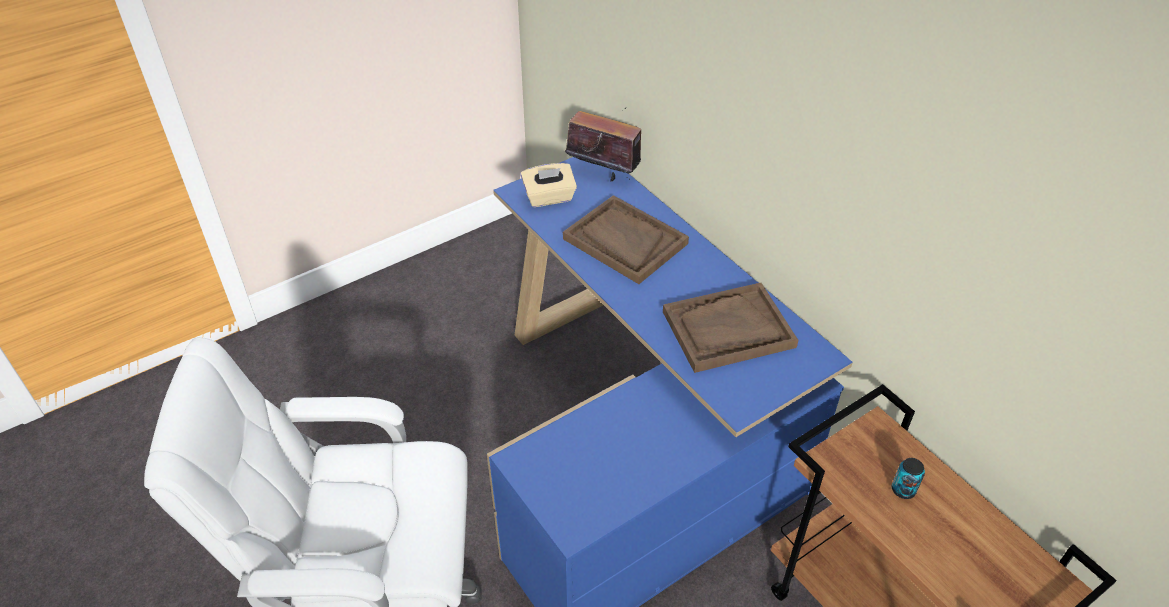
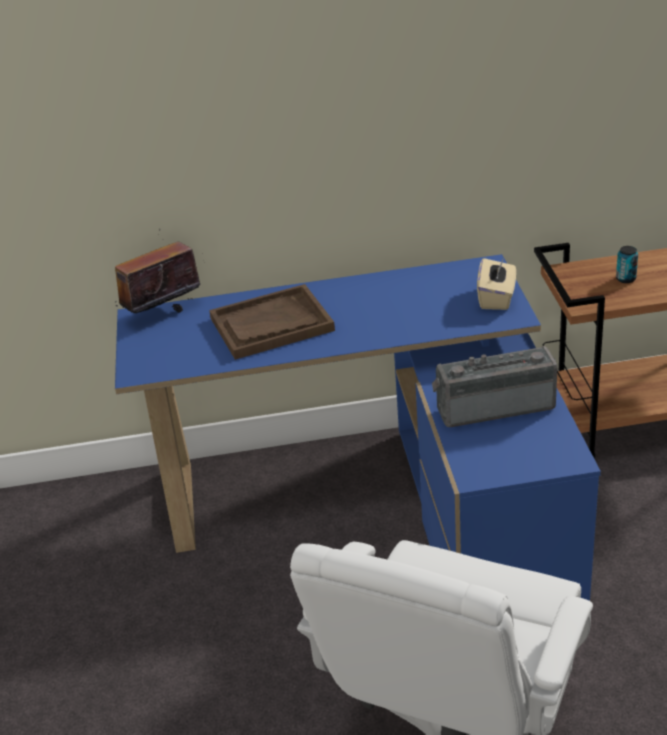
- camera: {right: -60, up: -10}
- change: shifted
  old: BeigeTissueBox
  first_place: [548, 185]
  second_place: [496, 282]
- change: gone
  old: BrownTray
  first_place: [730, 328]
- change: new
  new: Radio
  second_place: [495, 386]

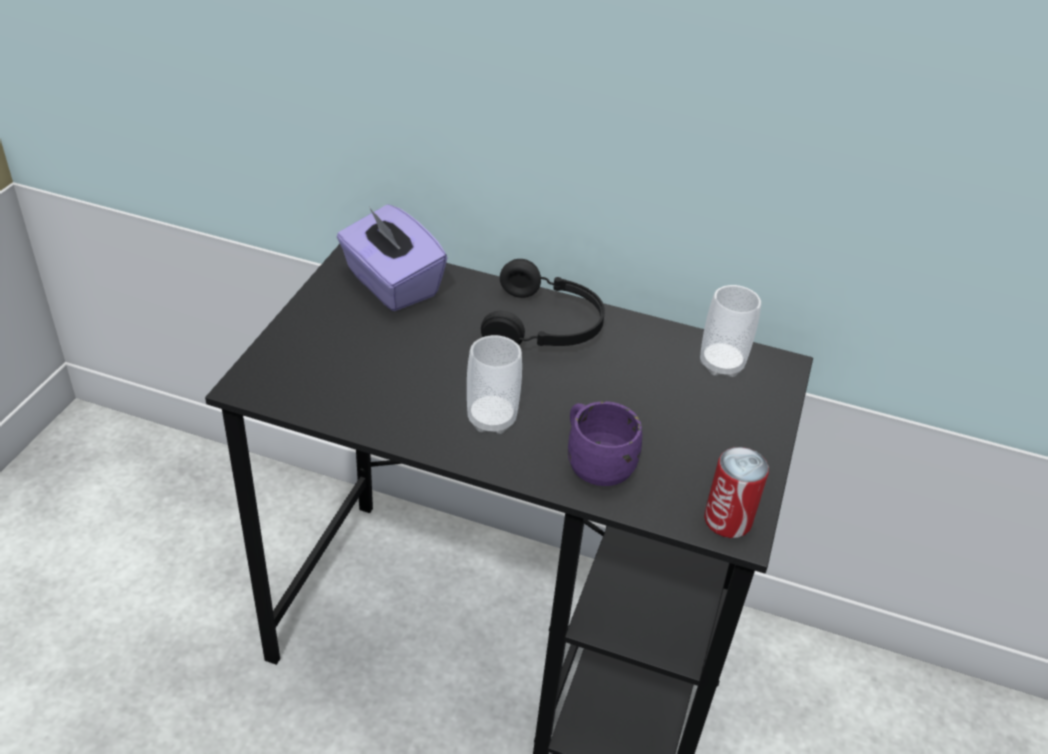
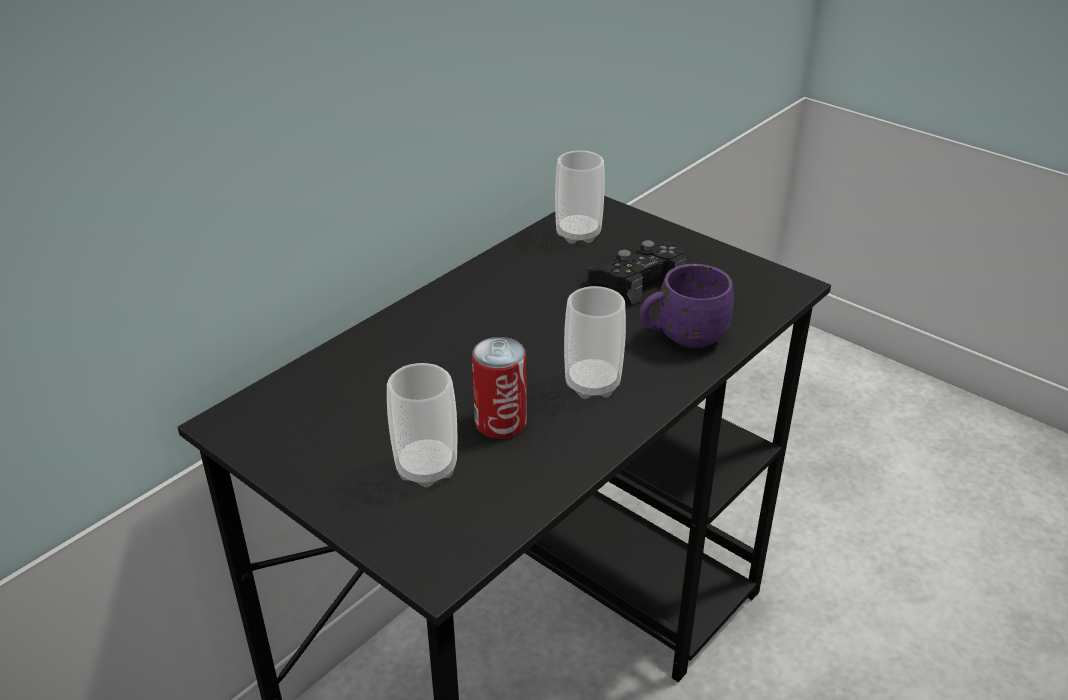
- camera: {right: -65, up: -5}
- change: gone
  old: PurpleTissueBox
  first_place: [392, 257]
- change: gone
  old: BlackHeadphones
  first_place: [543, 302]
- change: shifted
  old: Can
  first_place: [736, 492]
  second_place: [499, 388]
- change: new
  new: Cup
  second_place: [422, 425]
- change: new
  new: BlackGameController
  second_place: [637, 272]

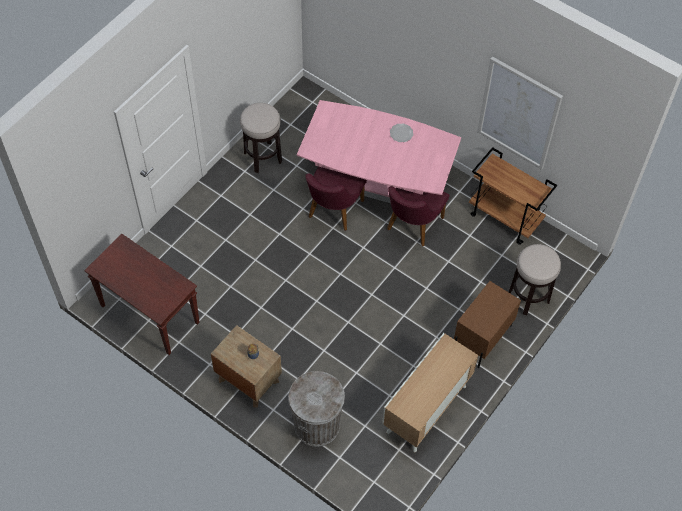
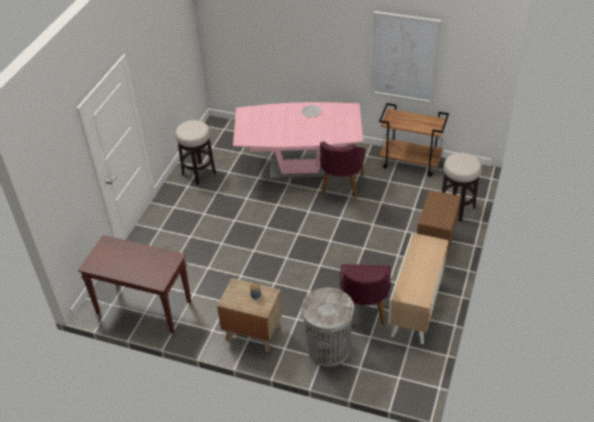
- camera: {right: -15, up: -15}
- change: shifted
  old: PurpleChair
  first_place: [336, 199]
  second_place: [365, 294]

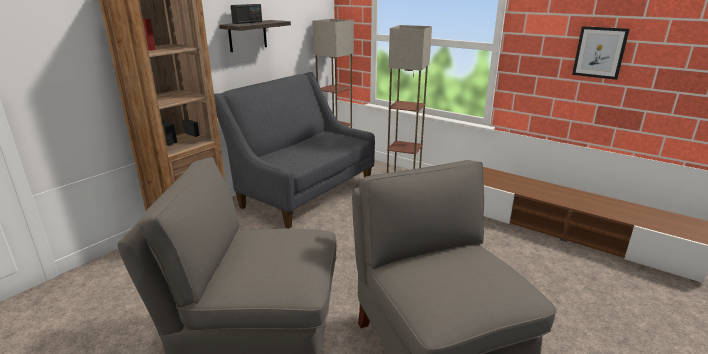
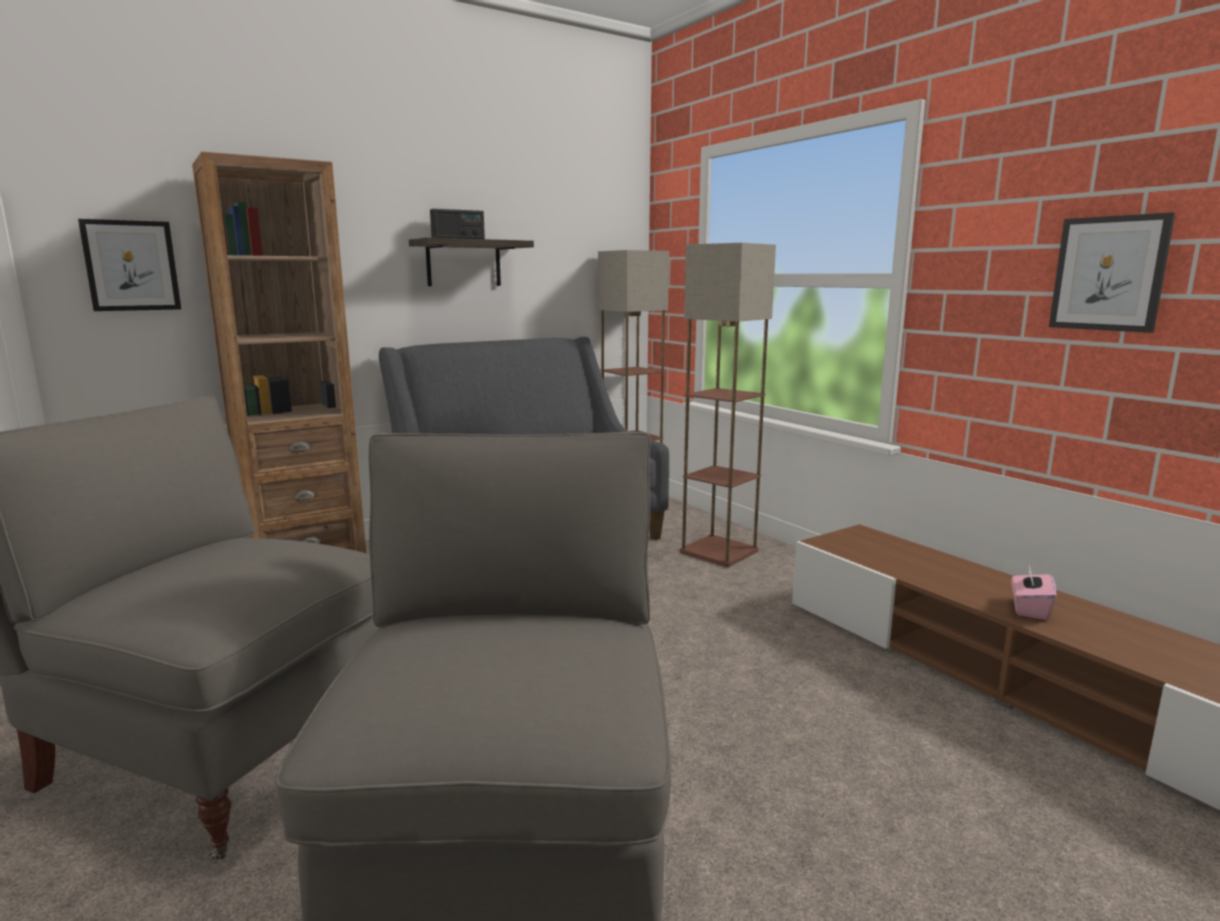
- camera: {right: 20, up: -10}
- change: new
  new: Picture
  second_place: [129, 265]
- change: new
  new: PinkTissueBox
  second_place: [1033, 592]

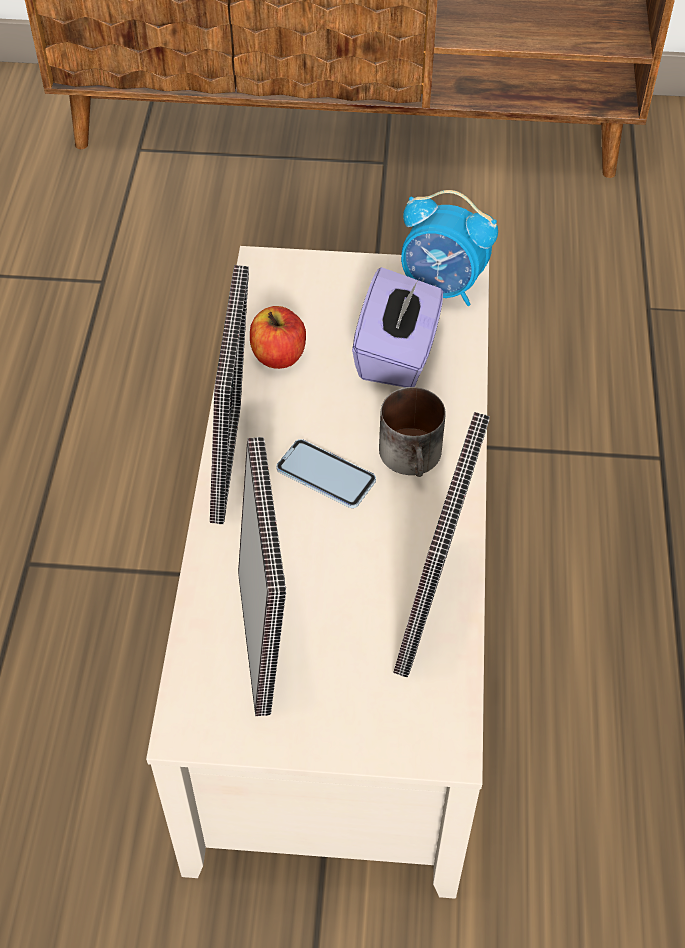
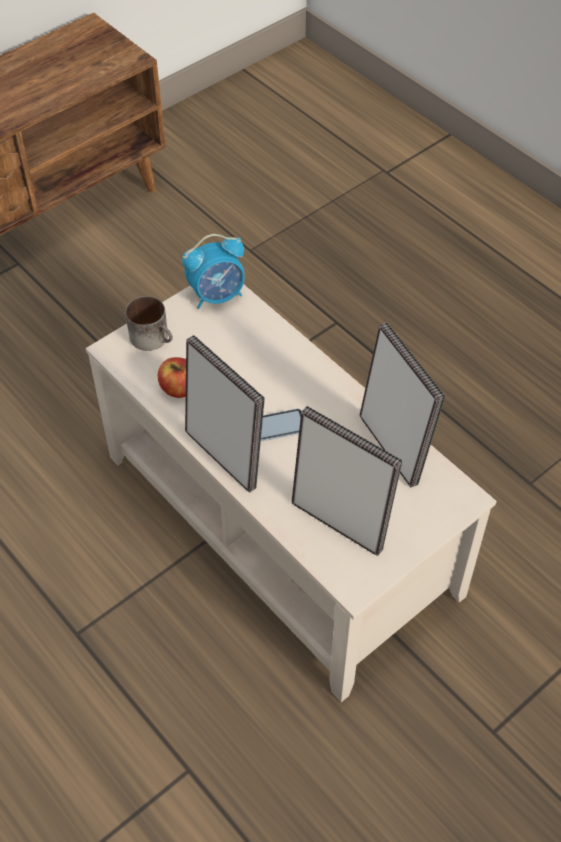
- camera: {right: -45, up: 0}
- change: gone
  old: PurpleTissueBox
  first_place: [397, 327]
- change: shifted
  old: Mug
  first_place: [412, 432]
  second_place: [149, 323]

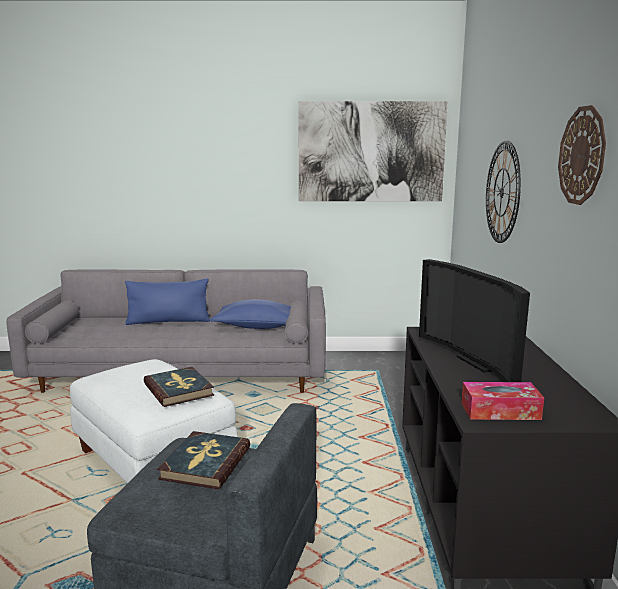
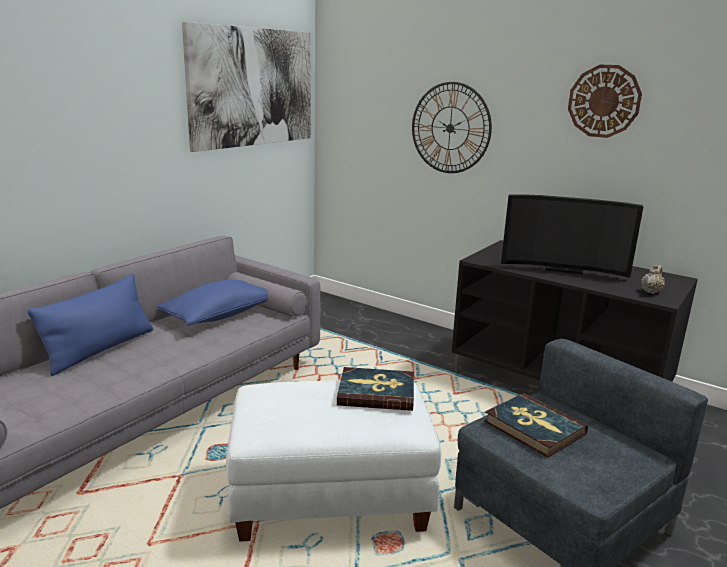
- camera: {right: -55, up: 5}
- change: swapped
  old: TissueBox
  new: BeigeTeapot
  first_place: [502, 401]
  second_place: [653, 279]

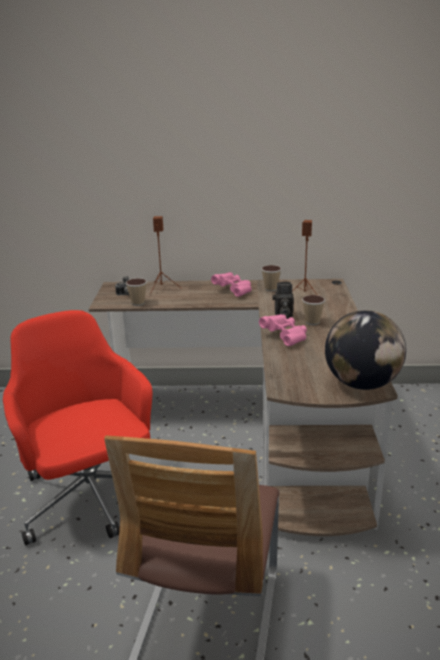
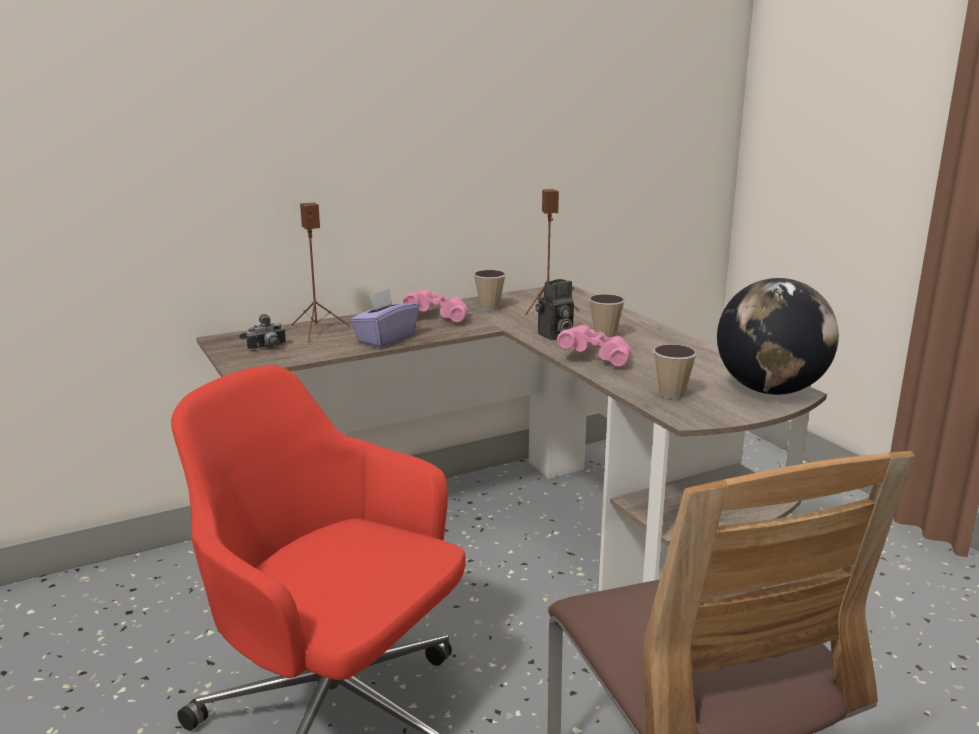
- camera: {right: -30, up: -5}
- change: shifted
  old: Cup
  first_place: [136, 292]
  second_place: [675, 371]
- change: new
  new: PurpleTissueBox
  second_place: [384, 318]

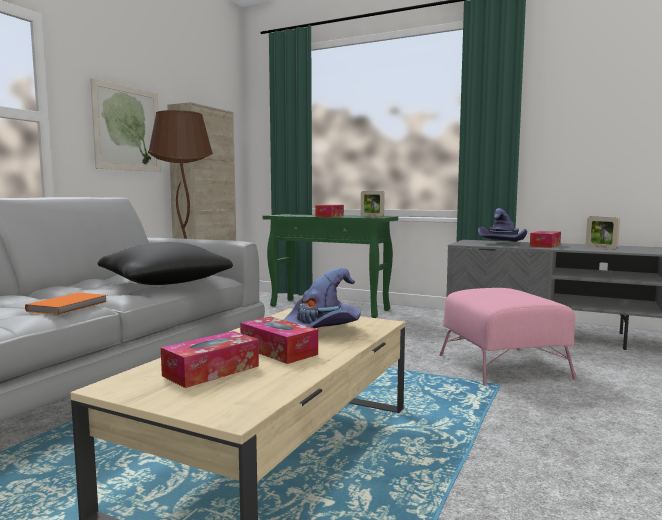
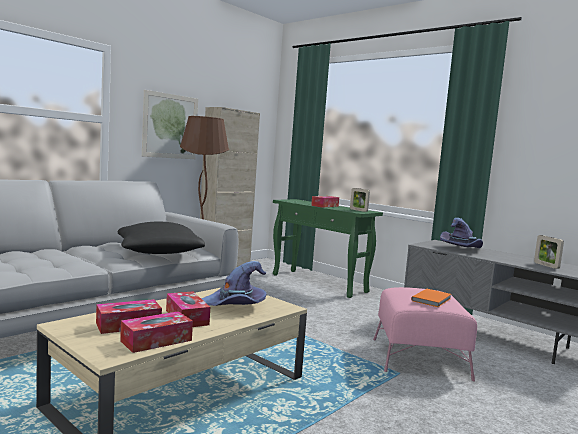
- camera: {right: 15, up: 0}
- change: shifted
  old: OrangeBook
  first_place: [66, 304]
  second_place: [431, 298]
- change: shifted
  old: TissueBox
  first_place: [545, 239]
  second_place: [156, 332]

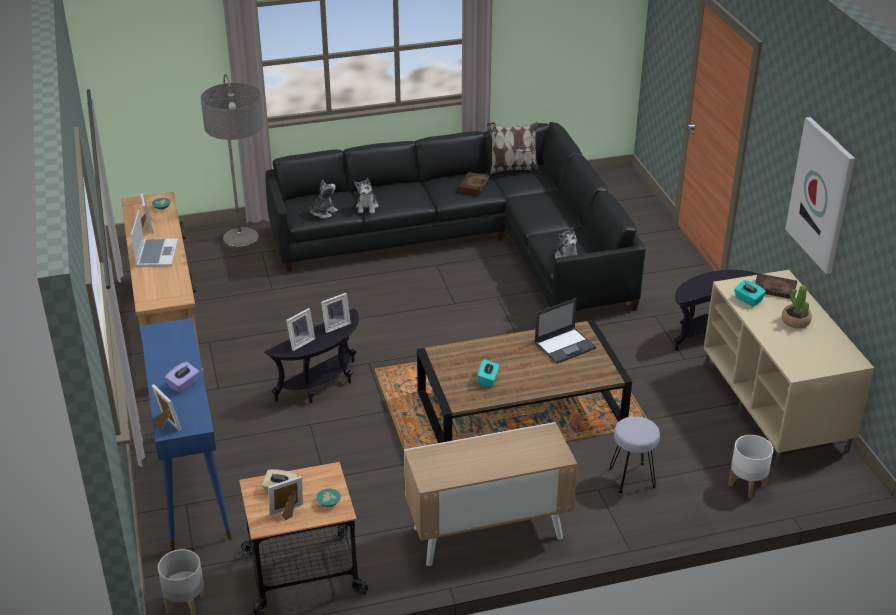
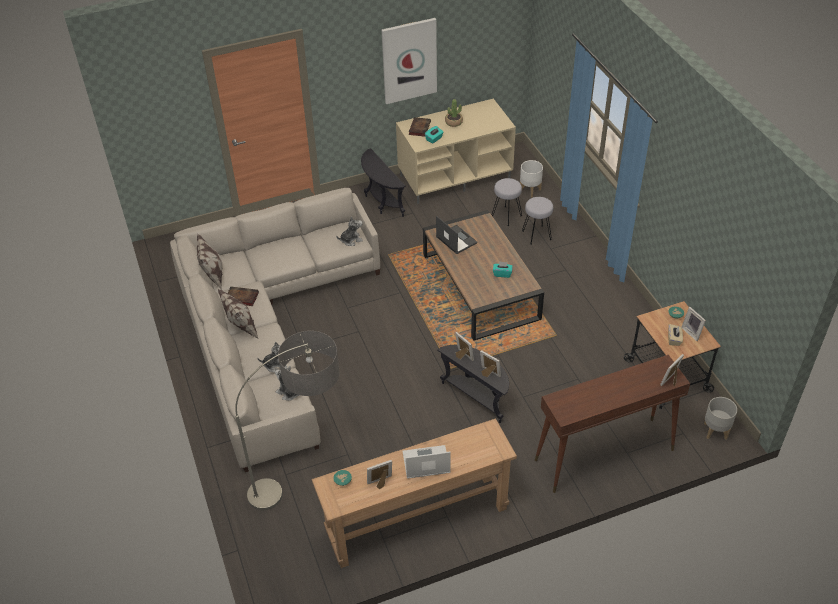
- camera: {right: -95, up: 10}
- change: repainted
  old: BlueConsoleTable
  new: BrownConsoleTable
  first_place: [186, 434]
  second_place: [612, 424]
- change: gone
  old: PurpleTissueBox
  first_place: [182, 377]
- change: repainted
  old: BlackSofa
  new: BeigeSofa
  first_place: [455, 216]
  second_place: [275, 330]
- change: gone
  old: Cabinet
  first_place: [490, 494]
- change: new
  new: Pillow
  second_place: [238, 313]
- change: new
  new: GreyStool
  second_place: [507, 202]

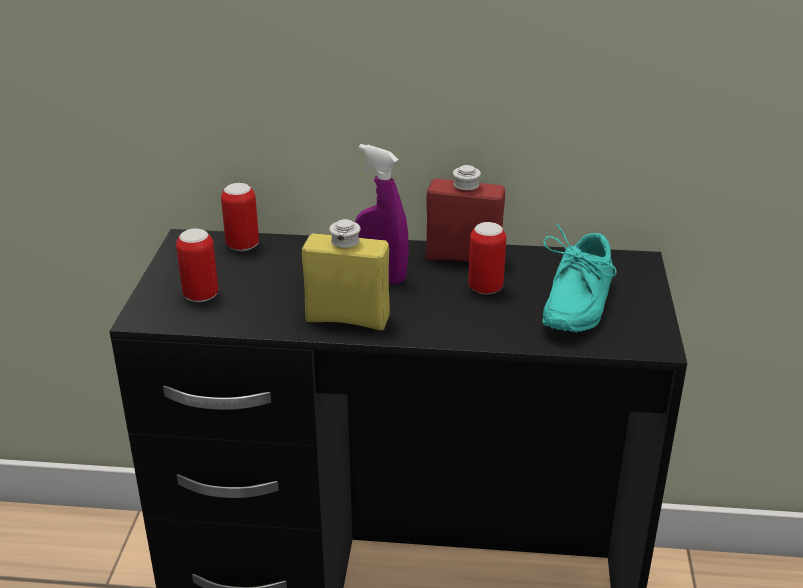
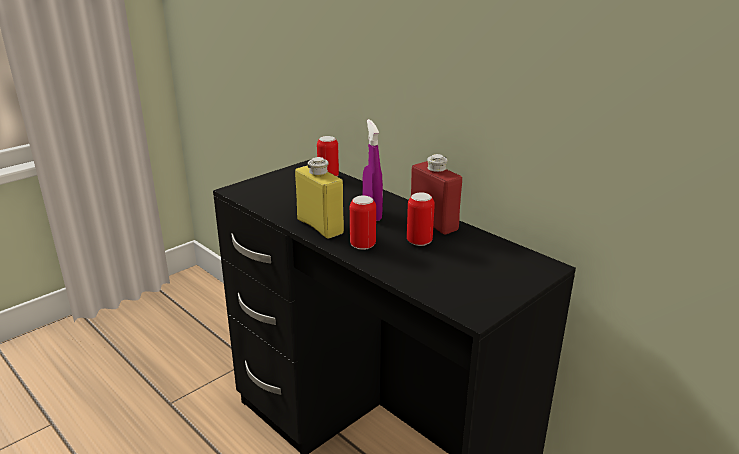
- camera: {right: 40, up: -5}
- change: shifted
  old: Can
  first_place: [197, 265]
  second_place: [363, 223]
- change: gone
  old: TurquoiseShoe
  first_place: [579, 278]

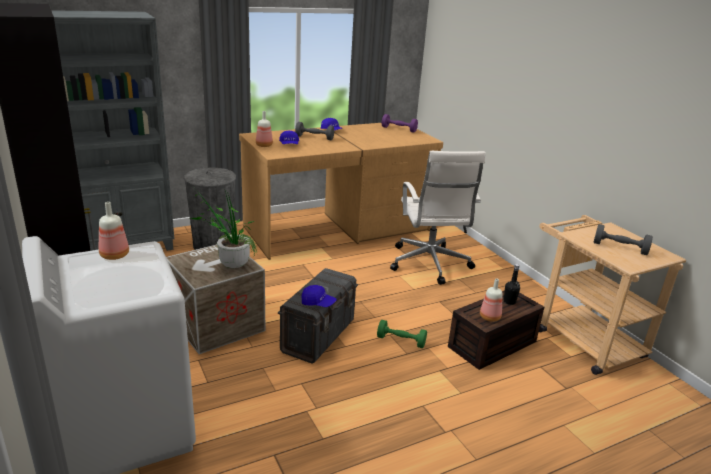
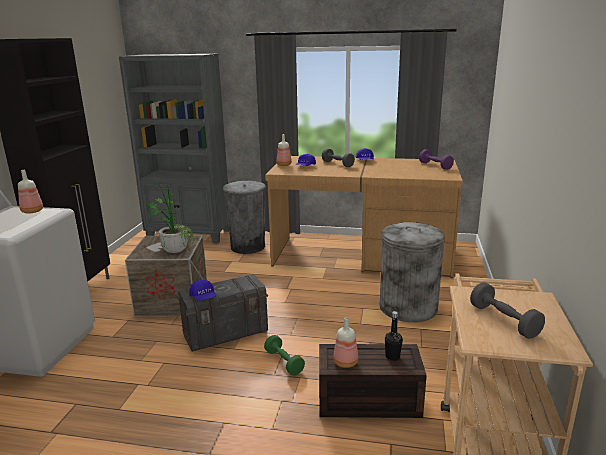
- camera: {right: 40, up: -5}
- change: swapped
  old: WhiteOfficeChair
  new: GreyTrashCan
  first_place: [438, 218]
  second_place: [412, 272]

